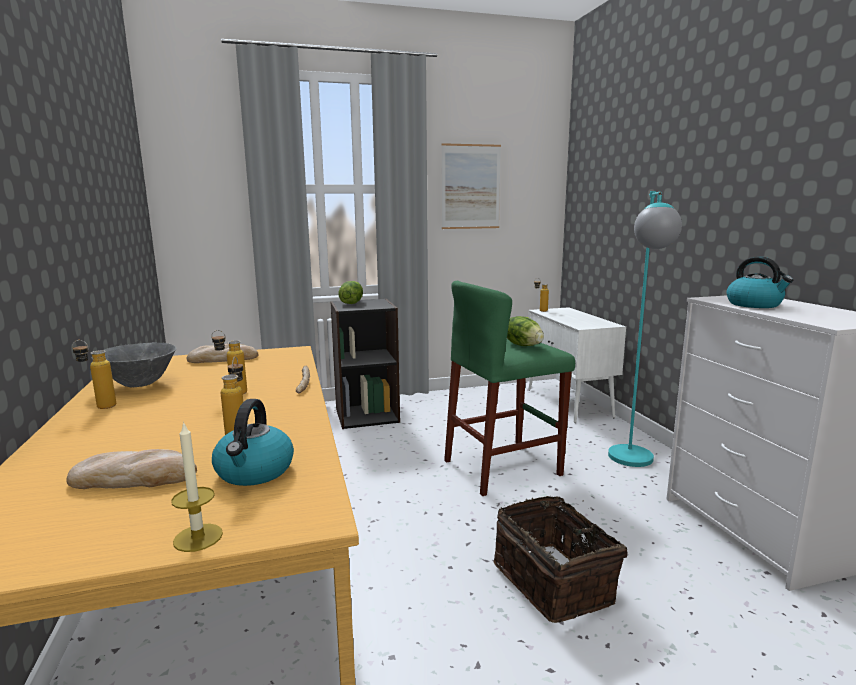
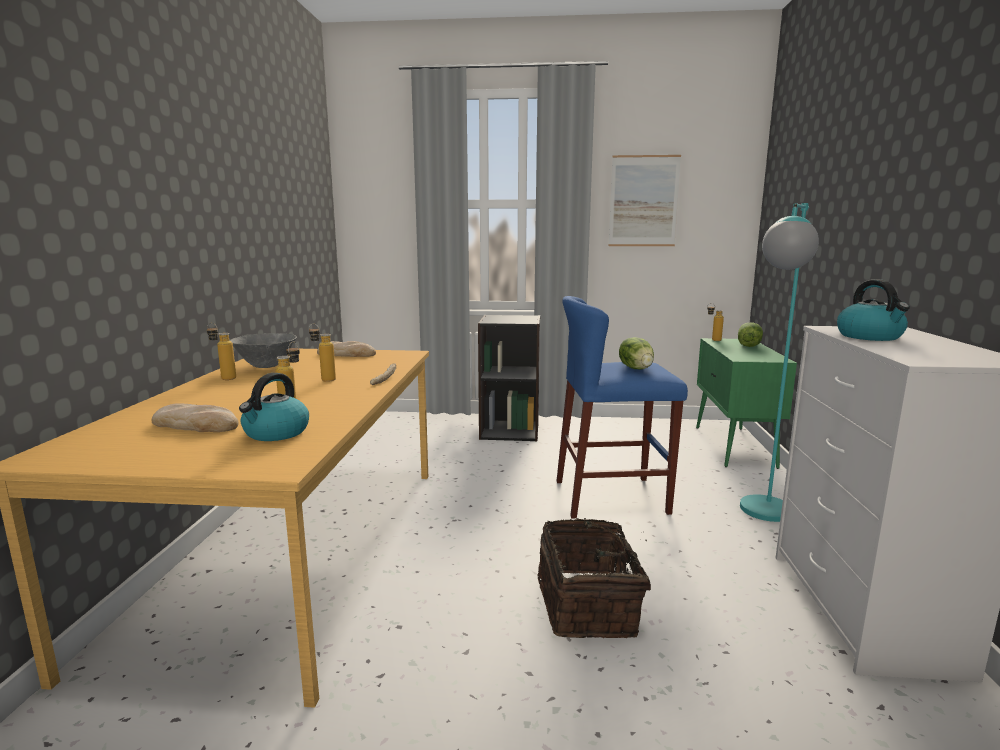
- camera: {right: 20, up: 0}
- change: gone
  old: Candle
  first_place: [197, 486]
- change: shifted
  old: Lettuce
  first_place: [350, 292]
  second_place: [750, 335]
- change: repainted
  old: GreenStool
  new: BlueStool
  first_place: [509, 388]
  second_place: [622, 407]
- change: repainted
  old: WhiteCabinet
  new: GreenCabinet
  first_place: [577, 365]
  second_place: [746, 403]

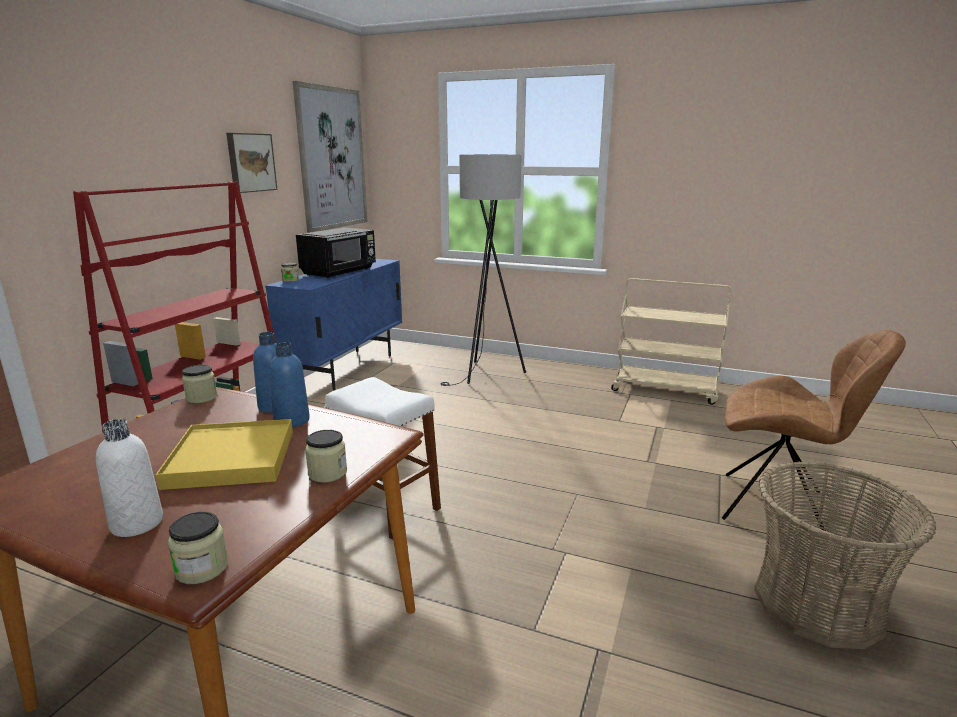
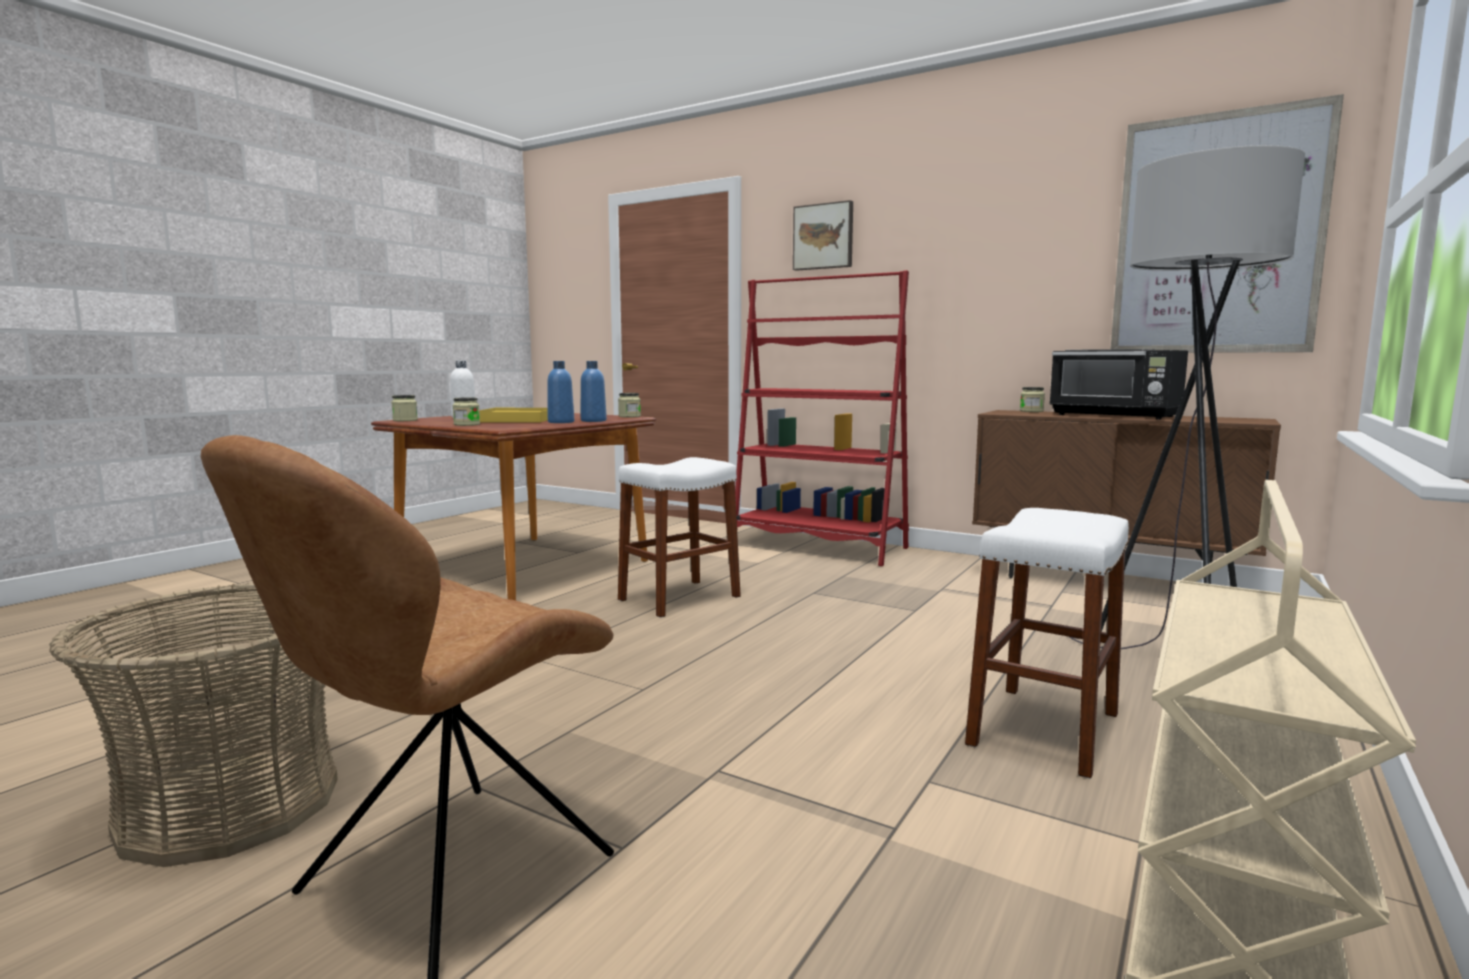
- camera: {right: 100, up: -10}
- change: shifted
  old: Picture
  first_place: [251, 163]
  second_place: [823, 235]
- change: repainted
  old: BlueCabinet
  new: BrownCabinet
  first_place: [333, 325]
  second_place: [1126, 494]
- change: new
  new: WhiteStool
  second_place: [1047, 643]

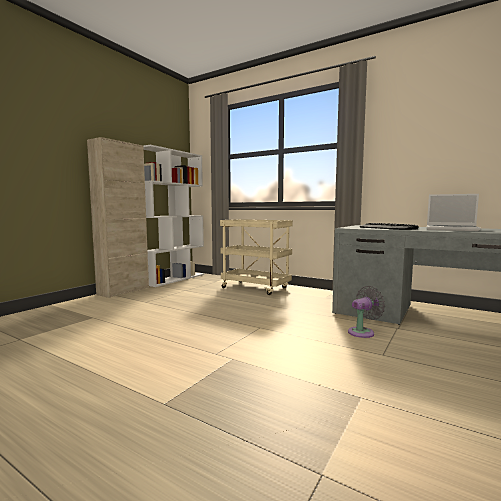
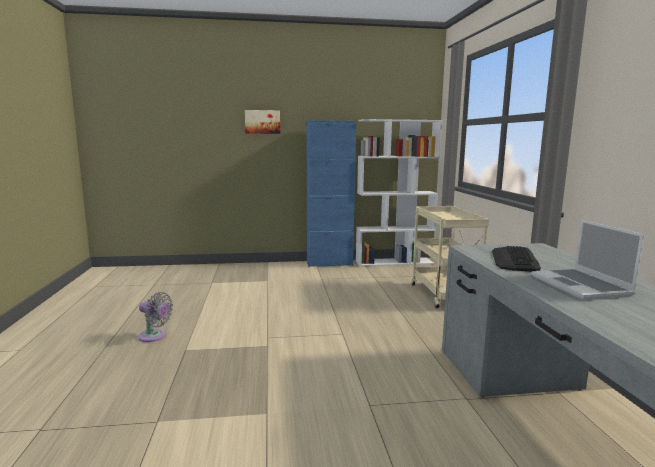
- camera: {right: 50, up: 5}
- change: repainted
  old: BeigeCabinet
  new: BlueCabinet
  first_place: [118, 217]
  second_place: [331, 193]
- change: shifted
  old: GreyFan
  first_place: [366, 312]
  second_place: [155, 317]
- change: new
  new: Picture
  second_place: [262, 122]

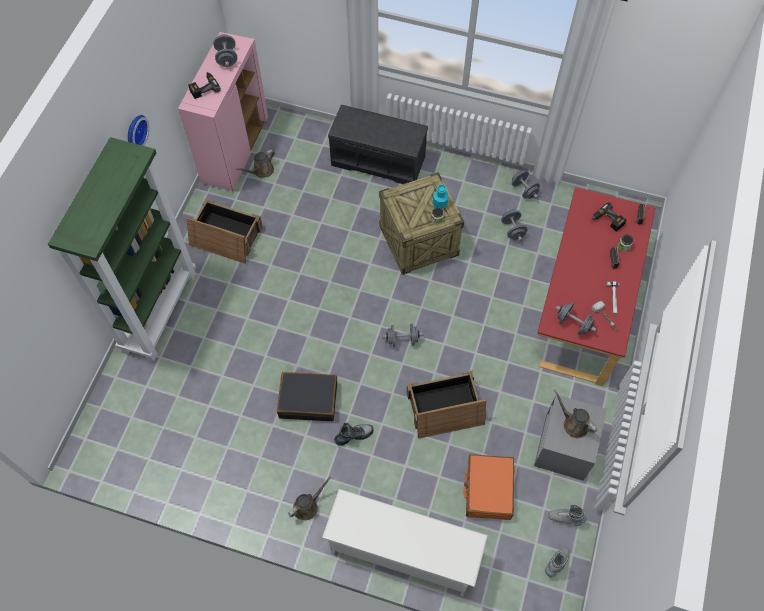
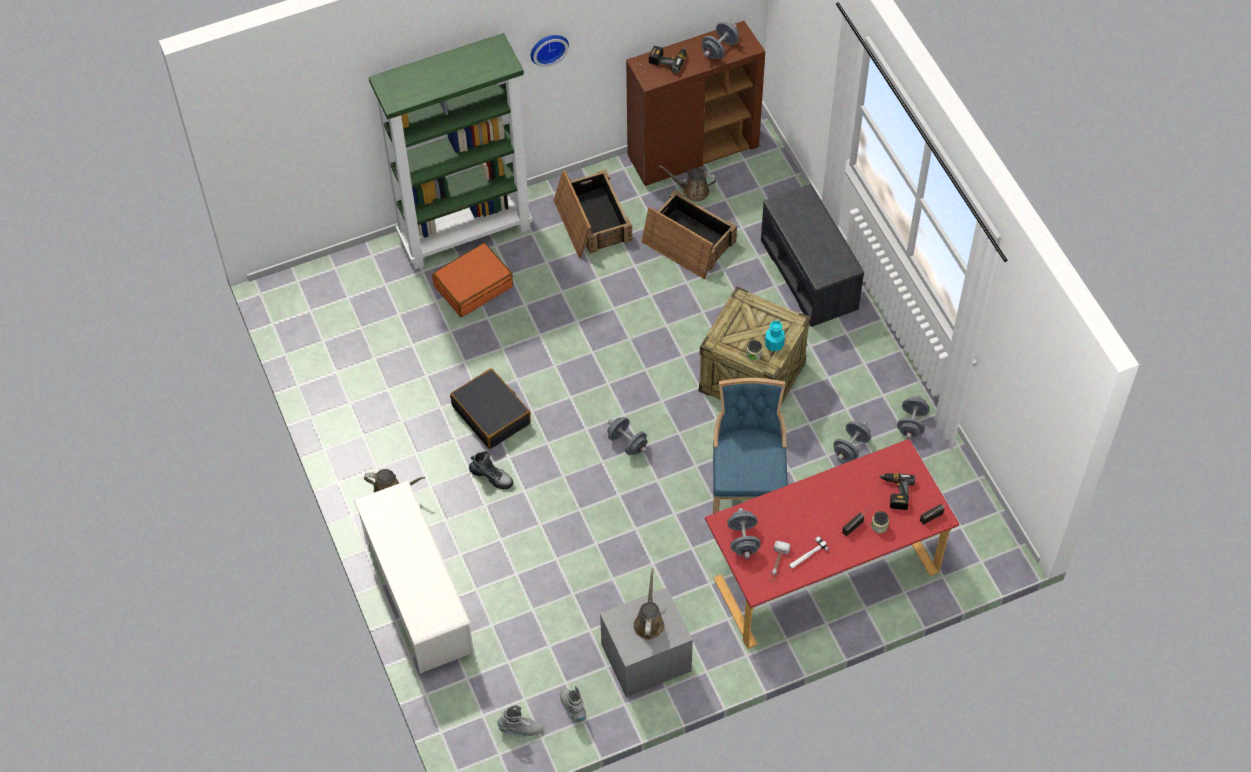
- camera: {right: 50, up: -5}
- change: repainted
  old: PinkCabinet
  new: BrownCabinet
  first_place: [223, 111]
  second_place: [695, 103]
- change: shifted
  old: Crate
  first_place: [446, 405]
  second_place: [689, 234]
- change: shifted
  old: OrangeSuitcase
  first_place: [488, 487]
  second_place: [472, 280]
- change: new
  new: BlueChair
  second_place: [750, 446]

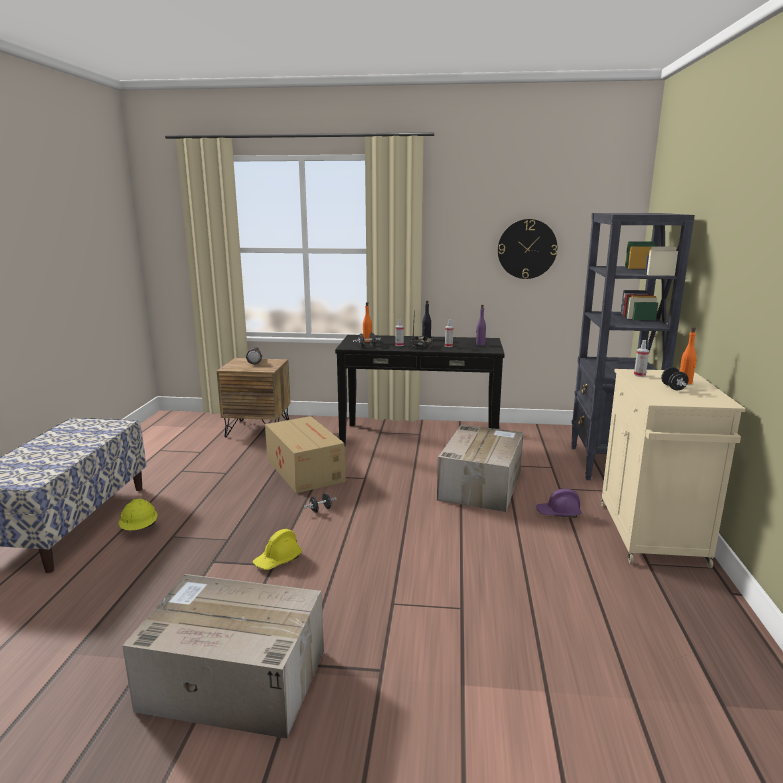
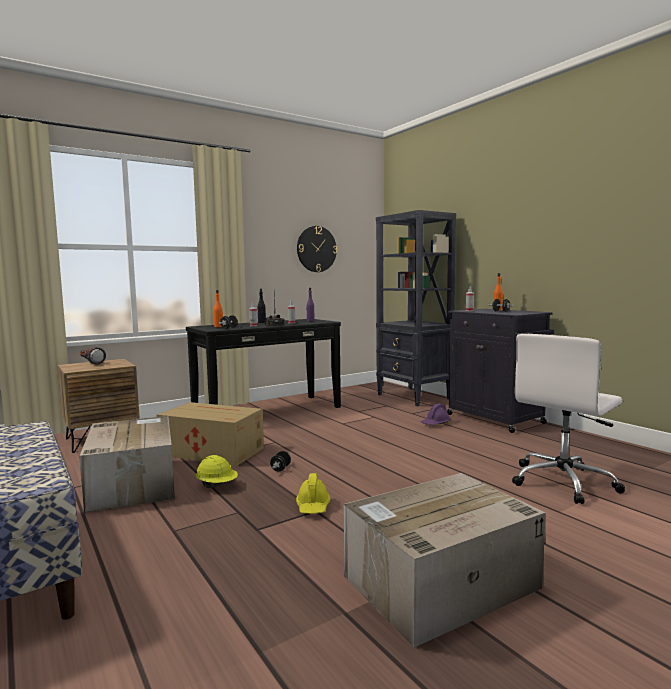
- camera: {right: -40, up: -10}
- change: shifted
  old: YellowHardHat
  first_place: [138, 514]
  second_place: [217, 471]
- change: shifted
  old: CardboardBox
  first_place: [480, 468]
  second_place: [127, 464]
- change: repainted
  old: BeigeCabinet
  new: BlackCabinet
  first_place: [673, 468]
  second_place: [500, 371]
- change: new
  new: WhiteOfficeChair
  second_place: [568, 419]

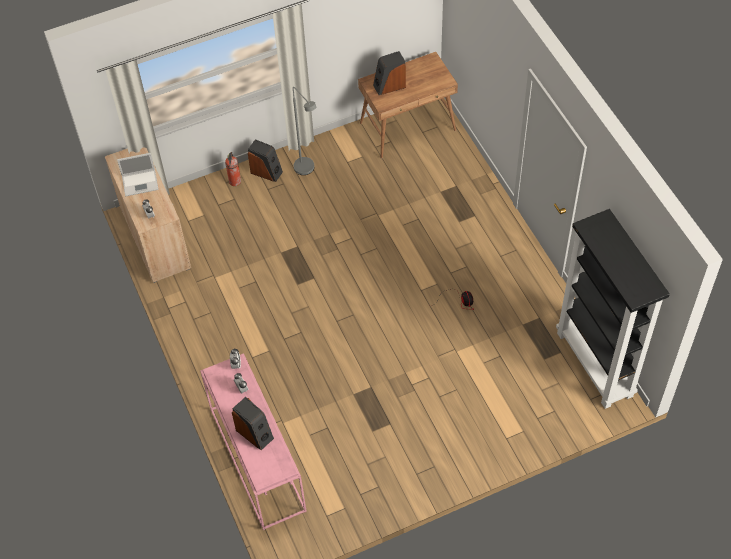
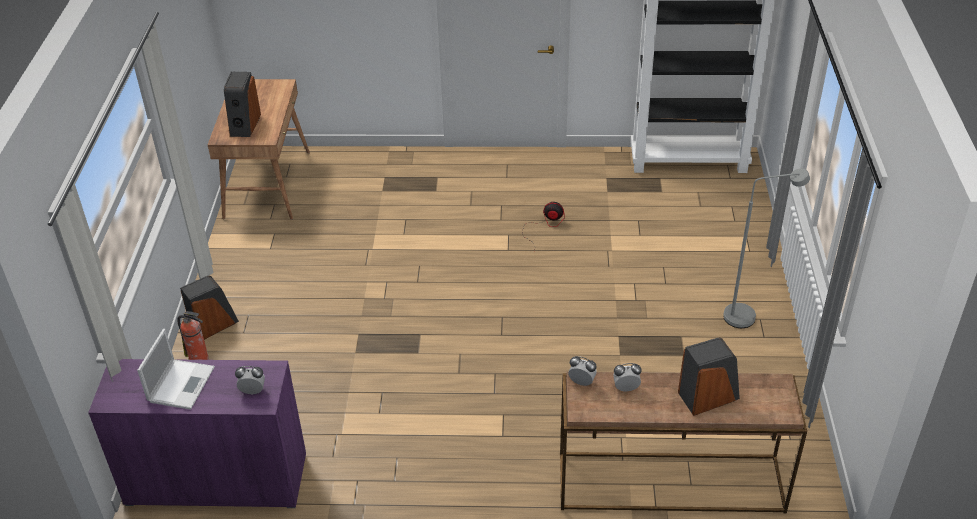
- camera: {right: -65, up: -15}
- change: repainted
  old: BeigeCabinet
  new: PurpleCabinet
  first_place: [148, 215]
  second_place: [197, 433]
- change: repainted
  old: PinkConsoleTable
  new: BrownConsoleTable
  first_place: [253, 441]
  second_place: [683, 442]
- change: shifted
  old: GreyFloorLamp
  first_place: [304, 131]
  second_place: [766, 248]

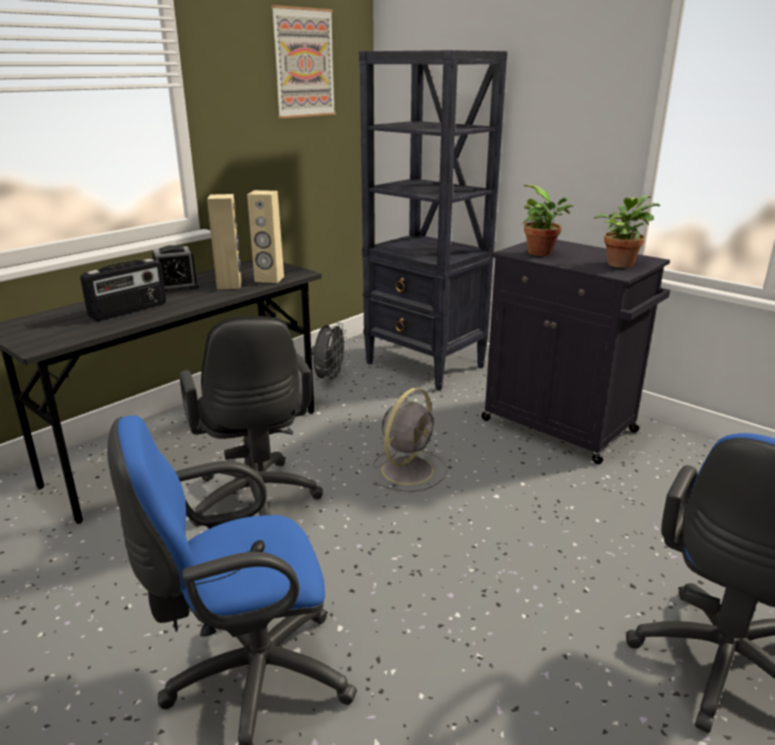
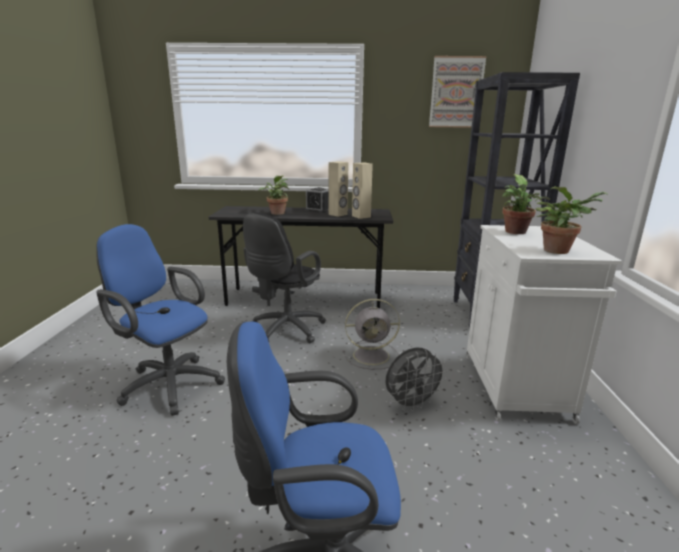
- camera: {right: 50, up: -5}
- change: swapped
  old: Radio
  new: PottedPlant
  first_place: [123, 290]
  second_place: [273, 195]
- change: shifted
  old: GreyFan
  first_place: [329, 353]
  second_place: [417, 379]
- change: repainted
  old: BlackCabinet
  new: WhiteCabinet
  first_place: [575, 352]
  second_place: [544, 324]

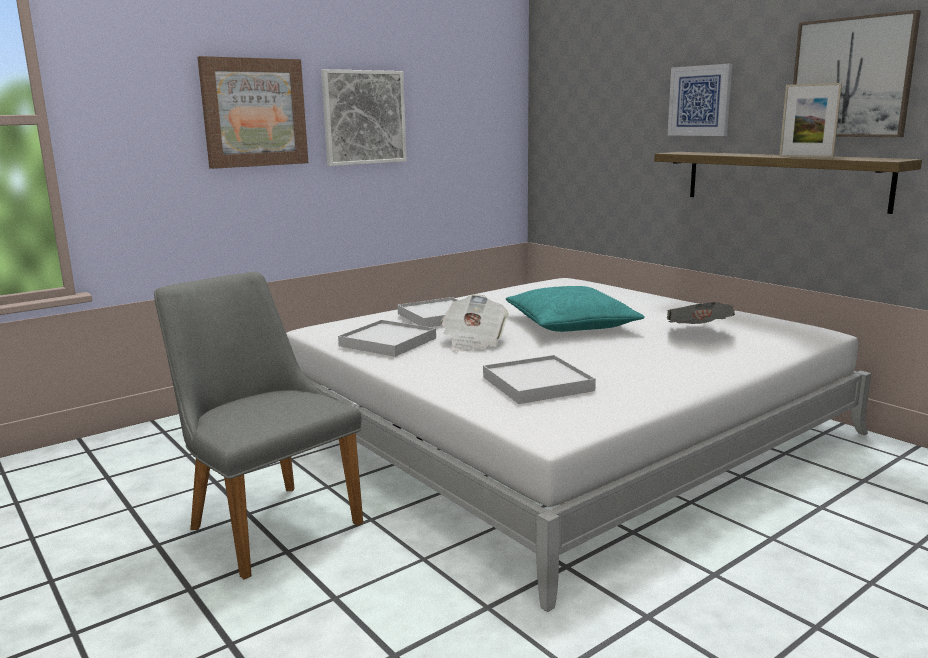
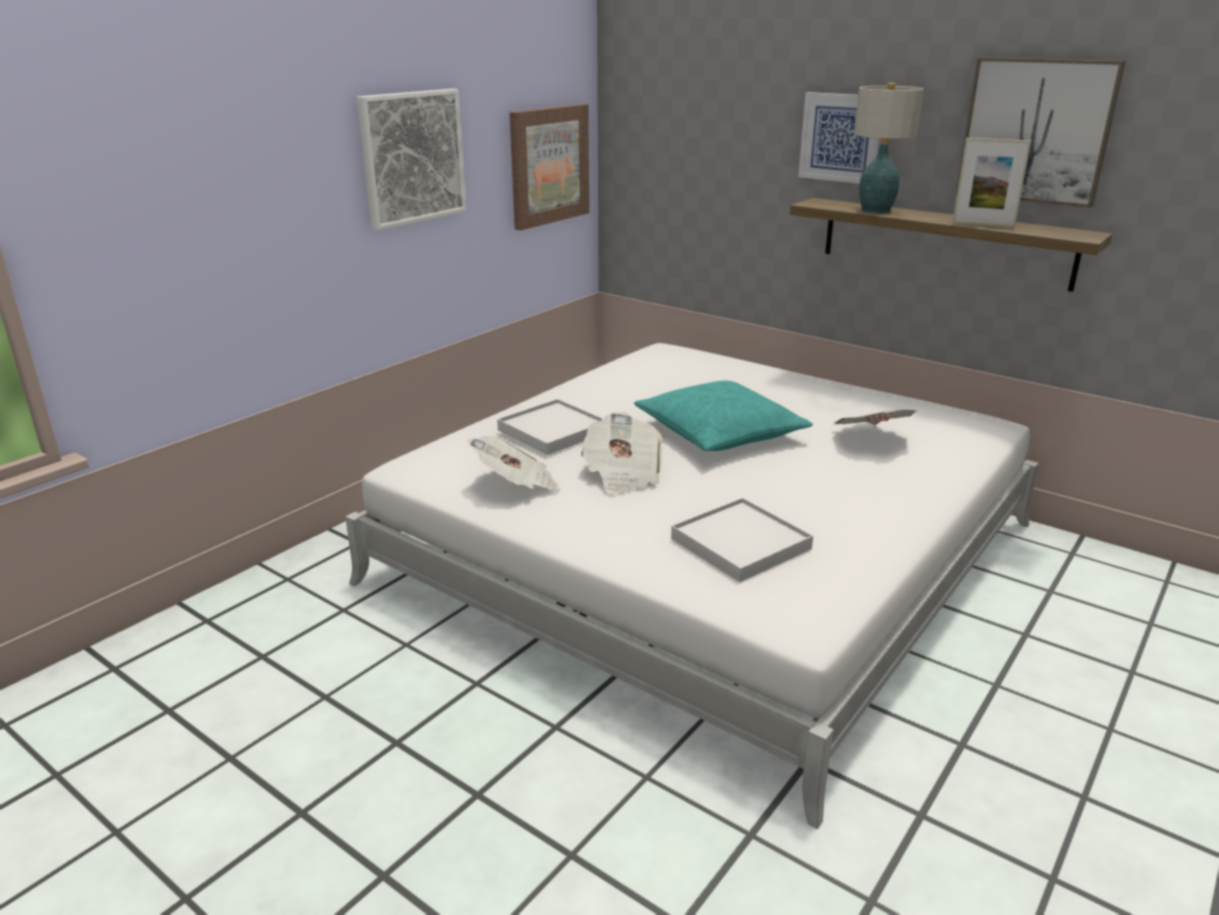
- camera: {right: -15, up: 10}
- change: gone
  old: GreyChair
  first_place: [258, 426]
- change: shifted
  old: Picture
  first_place: [252, 112]
  second_place: [549, 167]
- change: swapped
  old: WhiteTray
  new: Newspaper
  first_place: [387, 338]
  second_place: [514, 463]
- change: new
  new: TableLamp
  second_place: [889, 148]

